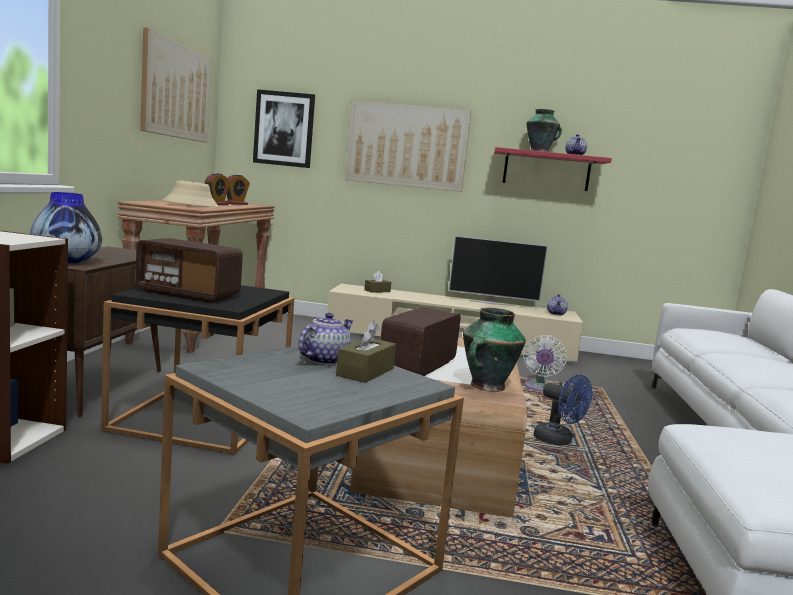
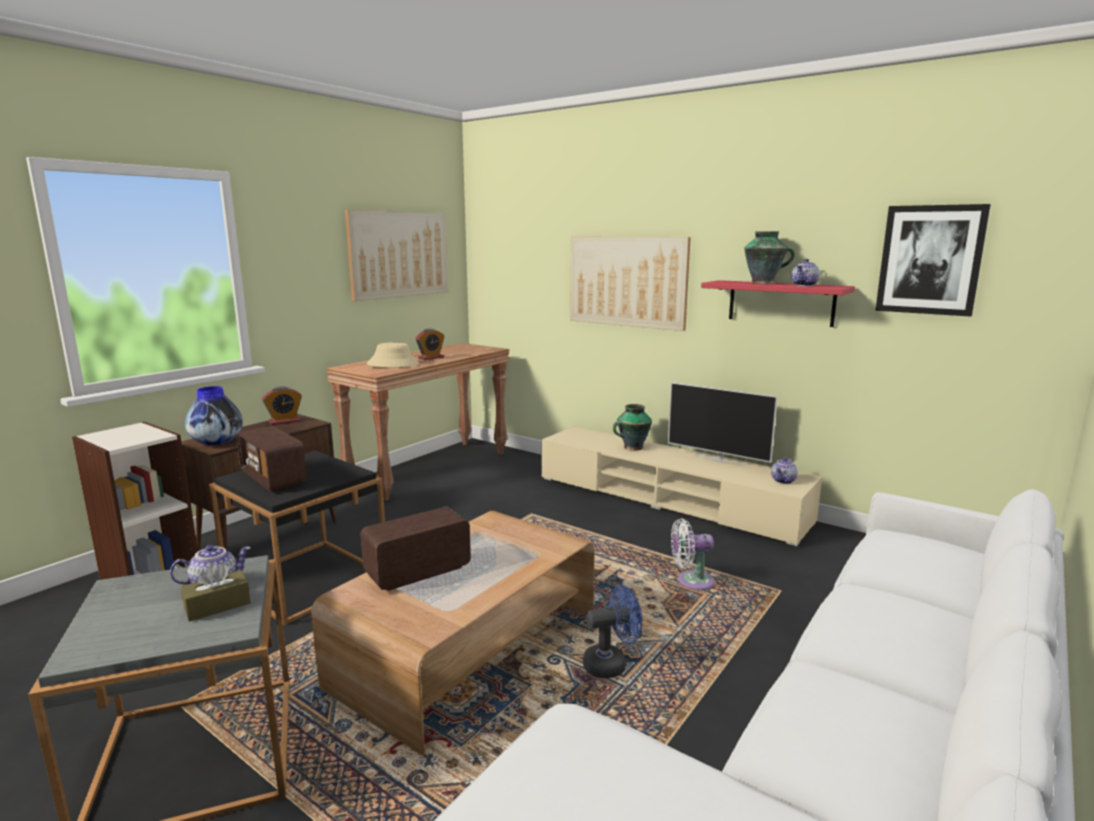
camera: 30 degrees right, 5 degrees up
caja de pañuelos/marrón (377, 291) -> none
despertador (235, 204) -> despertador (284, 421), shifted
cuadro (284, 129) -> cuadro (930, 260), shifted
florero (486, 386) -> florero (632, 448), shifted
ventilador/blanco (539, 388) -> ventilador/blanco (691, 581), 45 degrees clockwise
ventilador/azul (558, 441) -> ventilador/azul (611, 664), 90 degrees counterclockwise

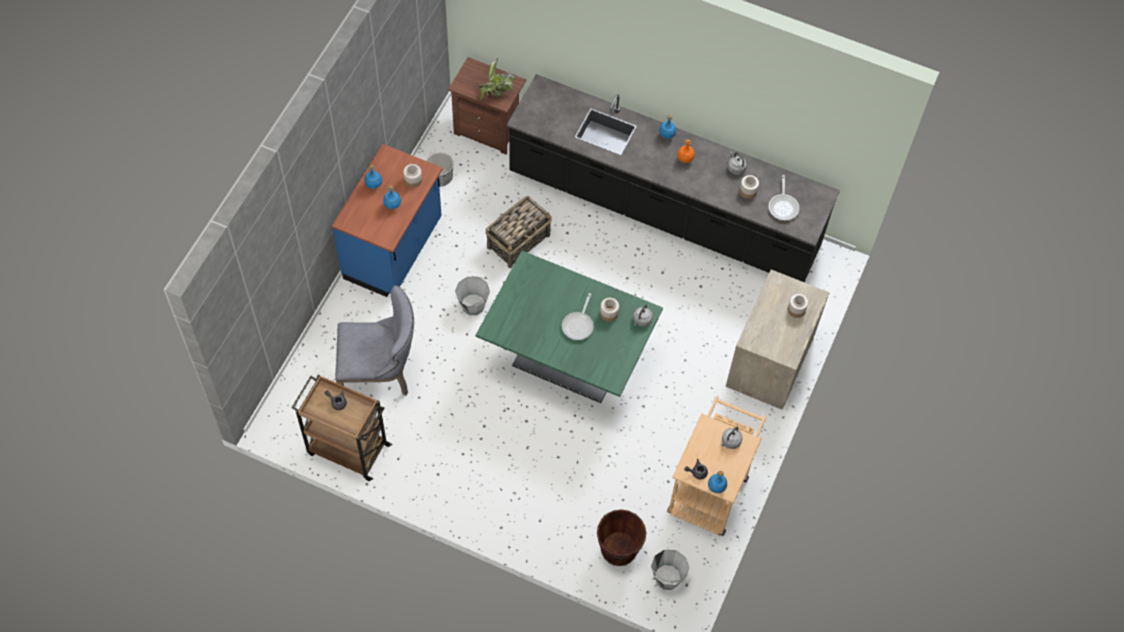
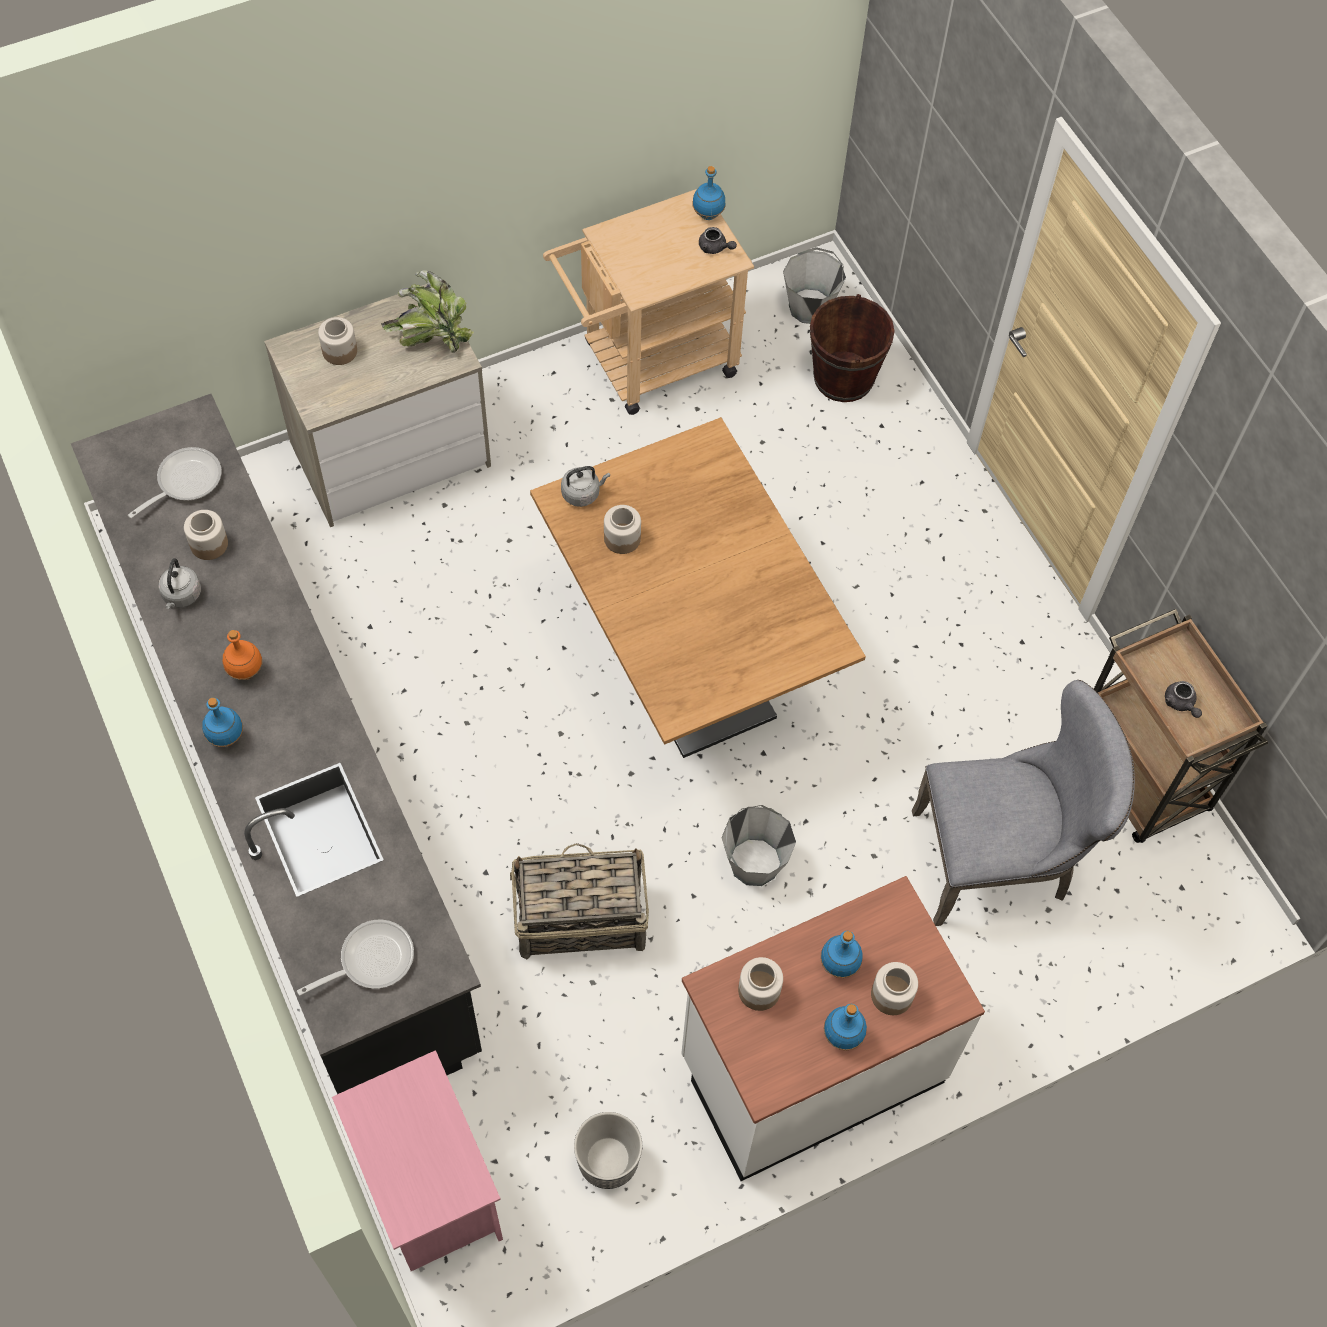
camera: 140 degrees left, 0 degrees up
hervidor/gris (730, 442) -> none
none -> tarro (891, 995)
planta en maceta (497, 92) -> planta en maceta (430, 337), shifted
sartén (579, 325) -> sartén (370, 960), shifted
mueble bajo de cocina/azul (394, 250) -> mueble bajo de cocina/blanco (810, 1068)
mesita de noche/marrón (489, 129) -> mesita de noche/rosa (430, 1194)
mesa de comedor/verde (567, 363) -> mesa de comedor/marrón (687, 661)
silla/gris (380, 373) -> silla/gris (1000, 858), 135 degrees clockwise

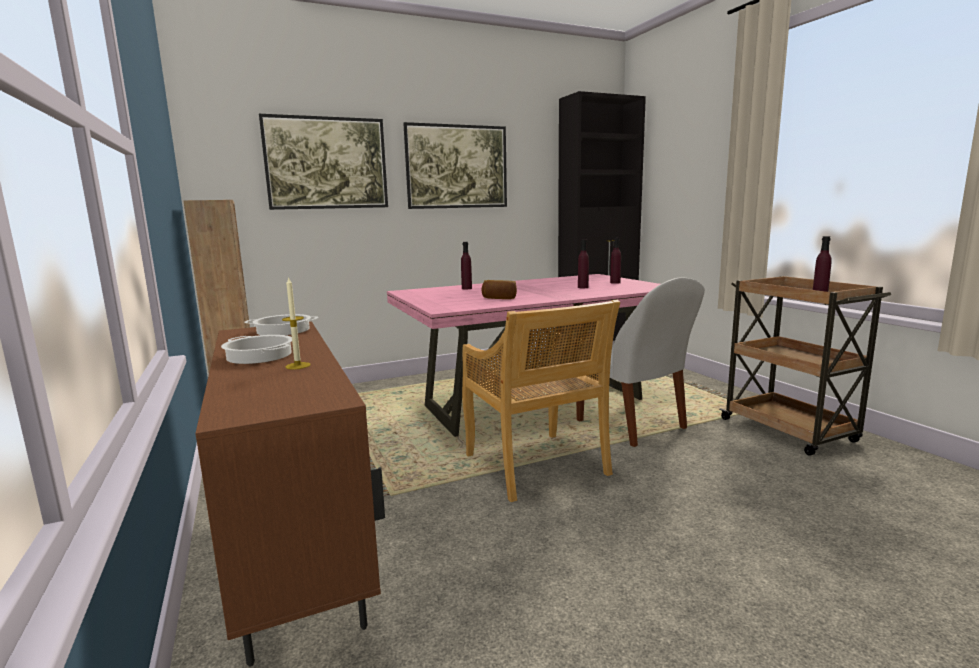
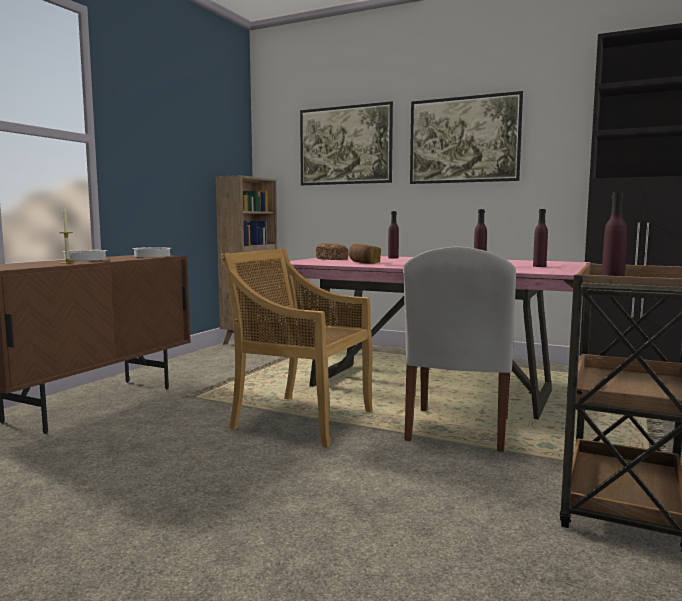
camera: 50 degrees right, 5 degrees down
none -> pan (332, 259)
silla/beis (536, 466) -> silla/beis (301, 419), 90 degrees clockwise

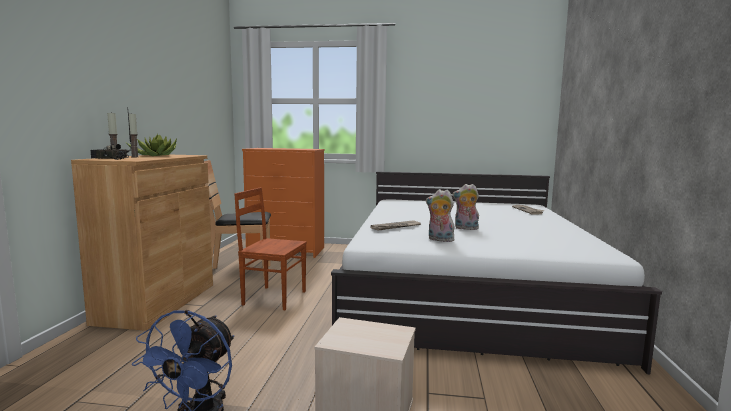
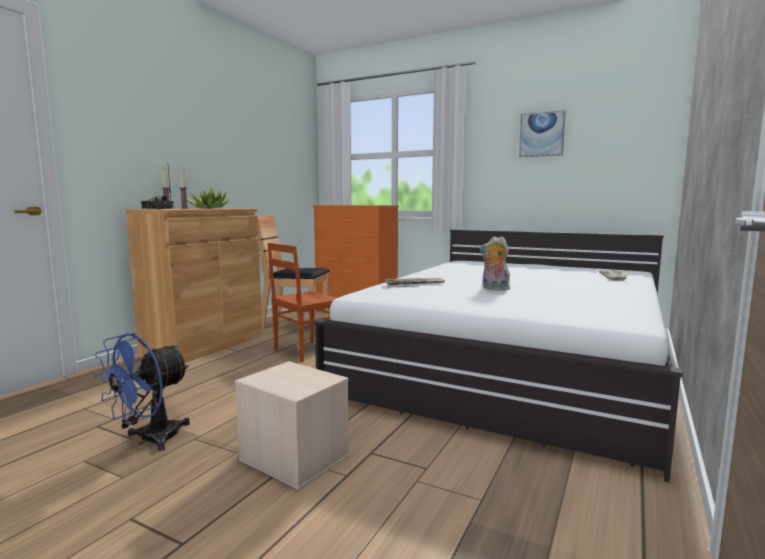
camera: 20 degrees right, 0 degrees up
peluche (439, 240) -> none
none -> cuadro (541, 134)
silla/marrón (274, 297) -> silla/marrón (305, 351), 75 degrees counterclockwise

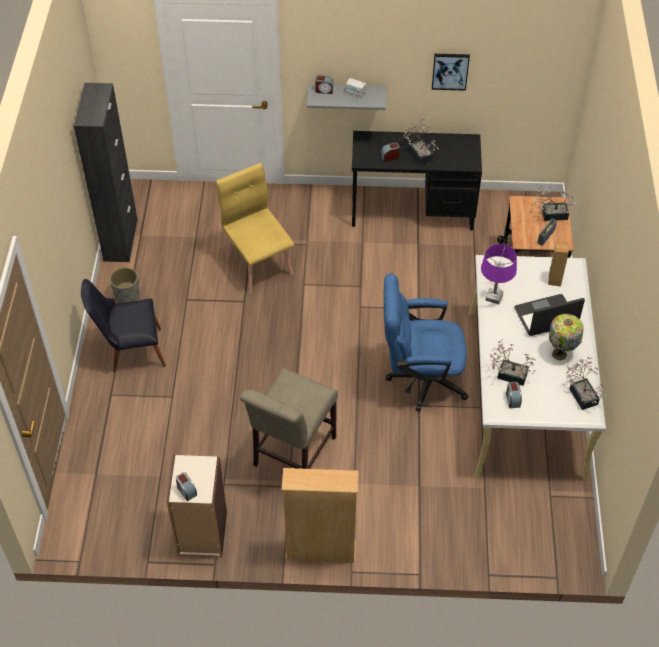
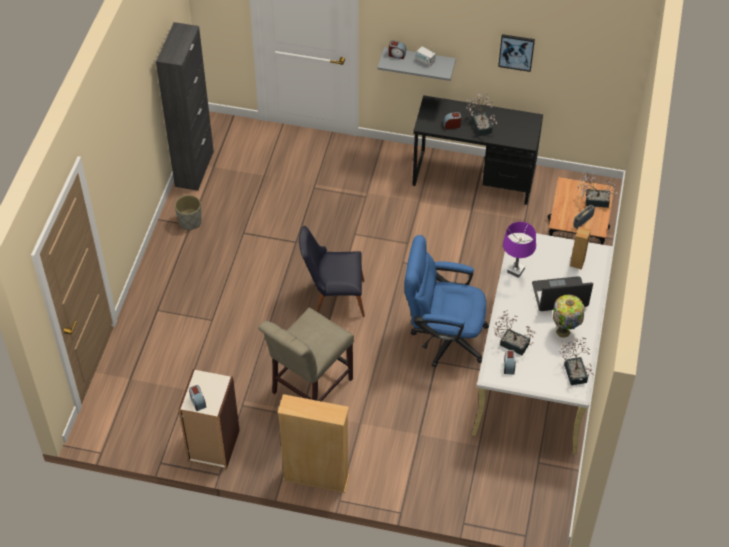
camera: 10 degrees right, 0 degrees up
silla/amarillo (259, 266) -> none
silla/negro (130, 351) -> silla/negro (333, 297), shifted

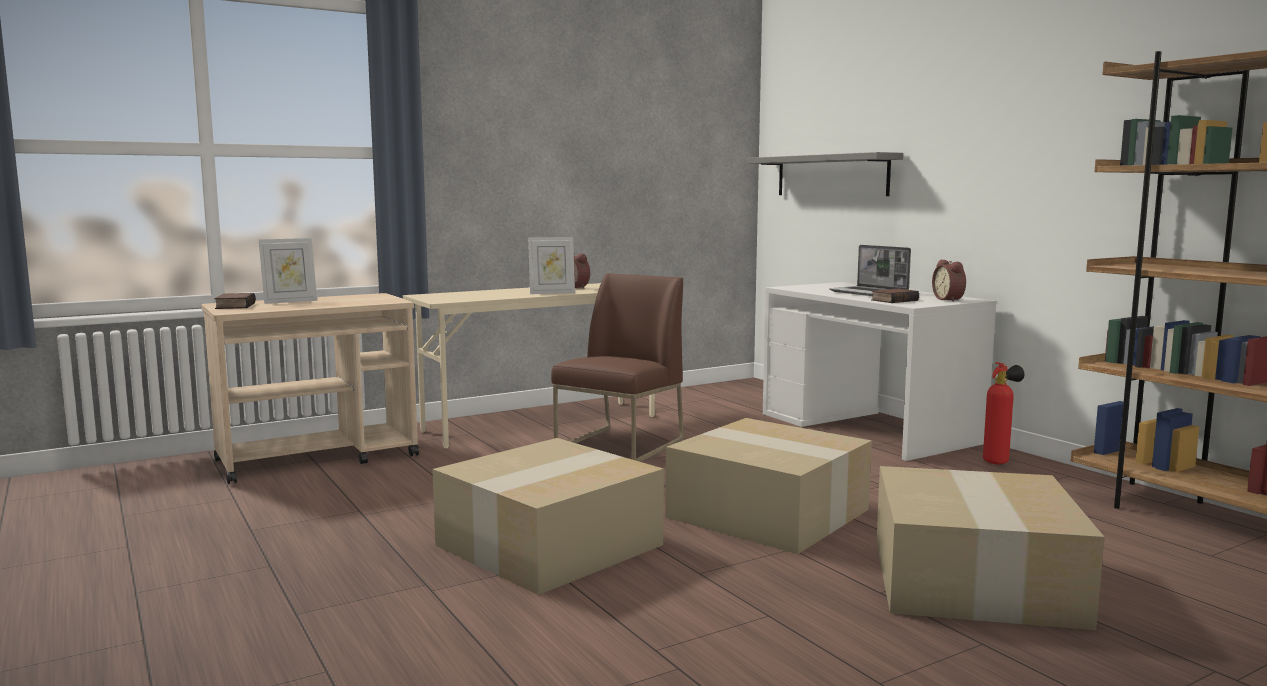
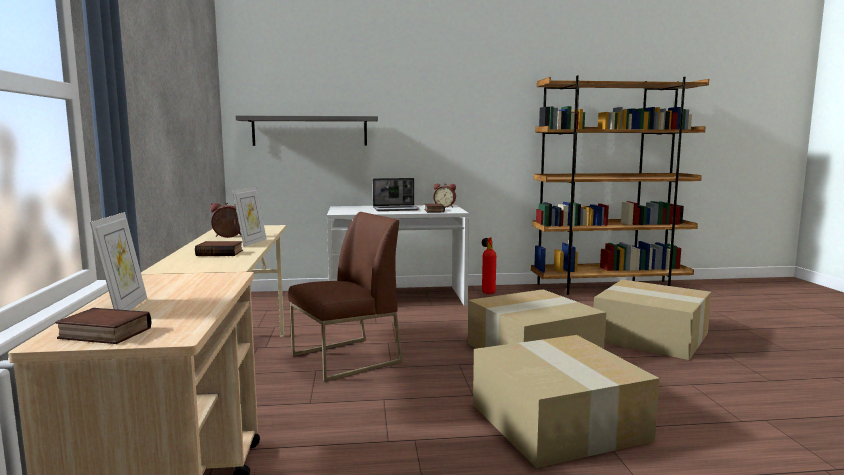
camera: 65 degrees left, 0 degrees up
none -> libro (220, 253)
silla/marrón (620, 446) -> silla/marrón (346, 359), 90 degrees clockwise

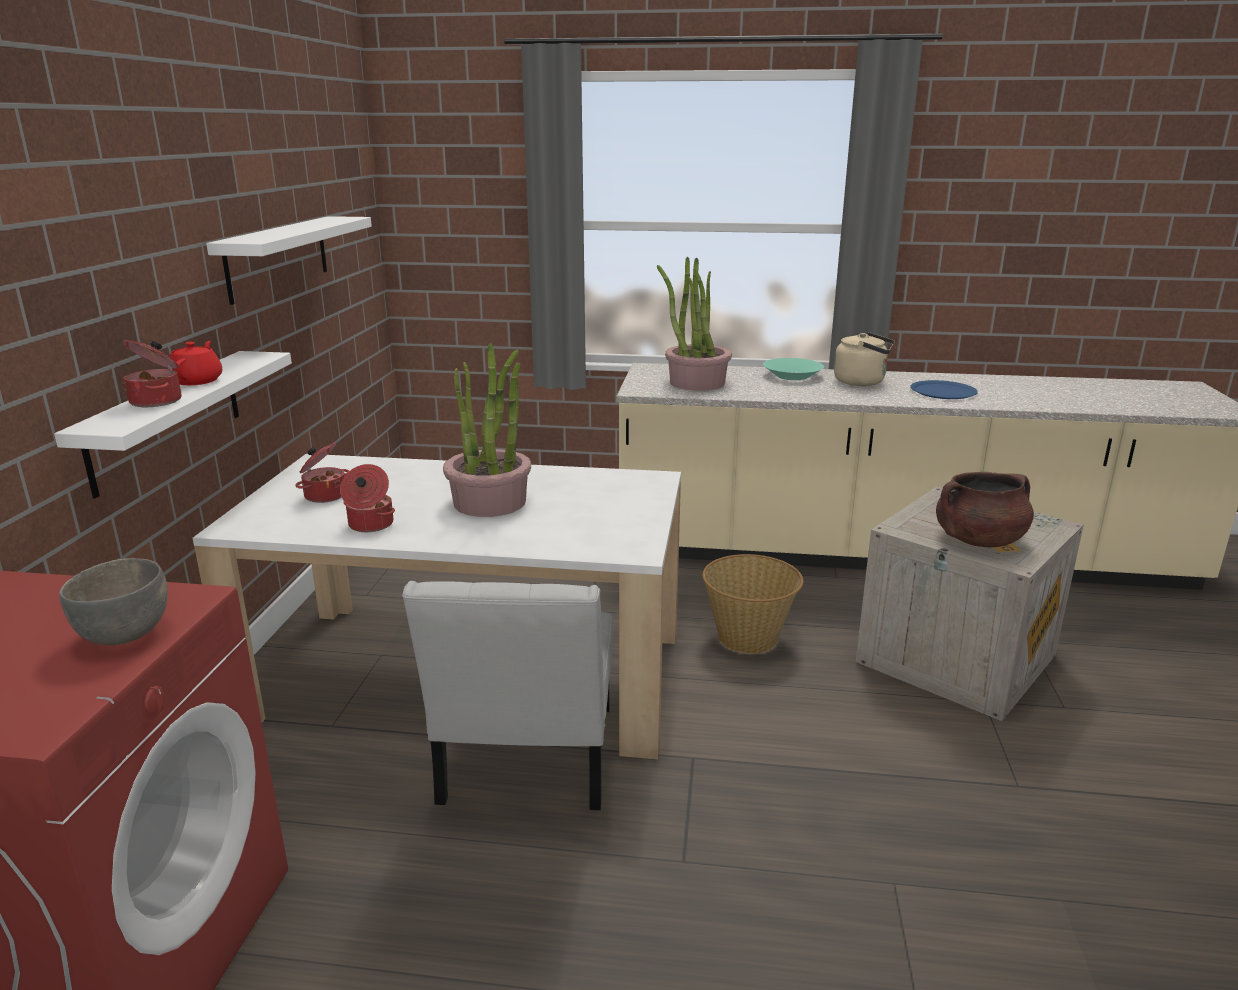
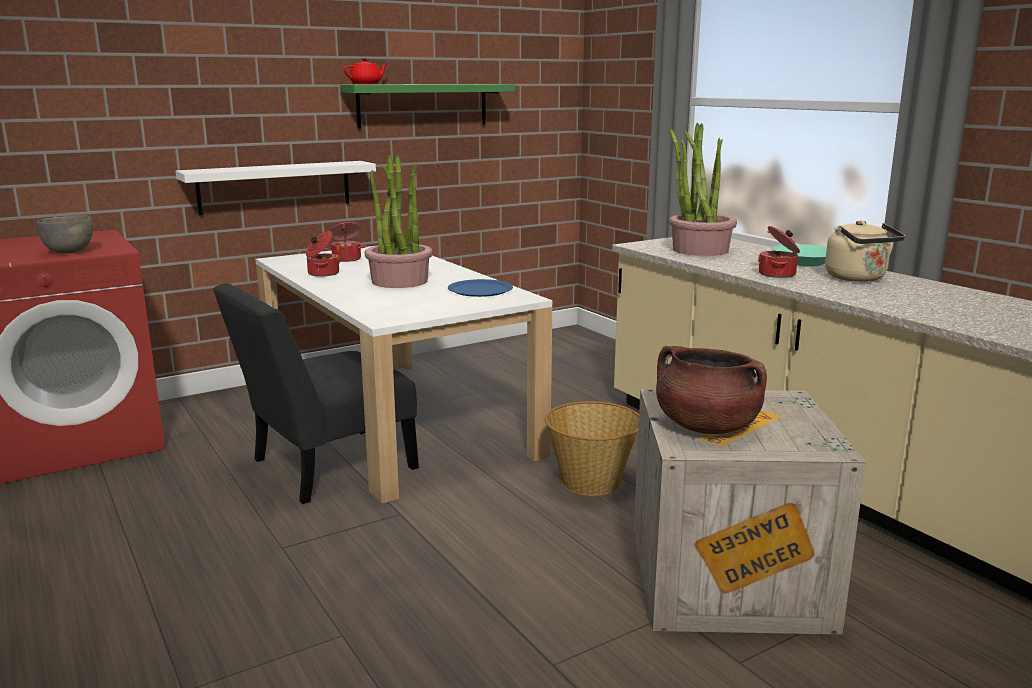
camera: 50 degrees right, 5 degrees down
olla (157, 401) -> olla (778, 274), shifted
tetera/rojo (198, 381) -> tetera/rojo (366, 84), shifted
plato/azul (943, 391) -> plato/azul (480, 289), shifted
estante/blanco (278, 257) -> estante/verde (423, 105)
silla/blanco (526, 762) -> silla/negro (325, 467)

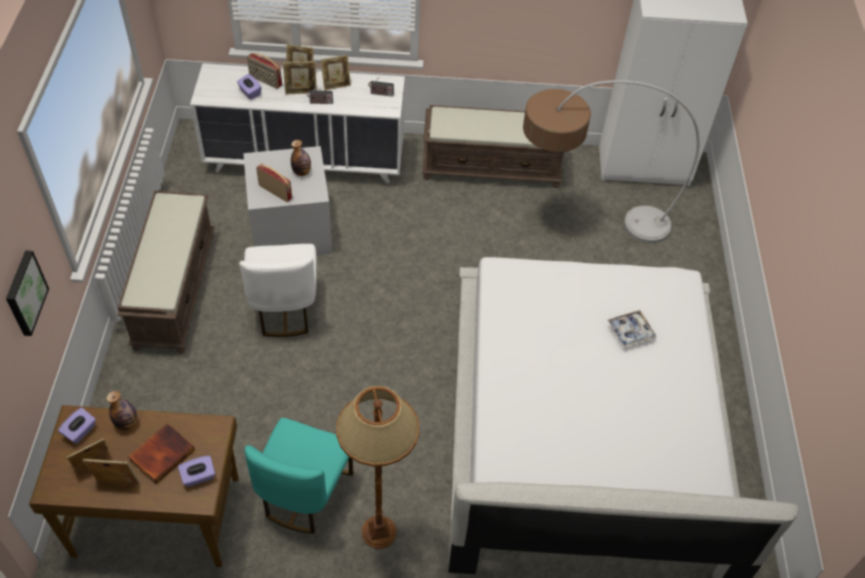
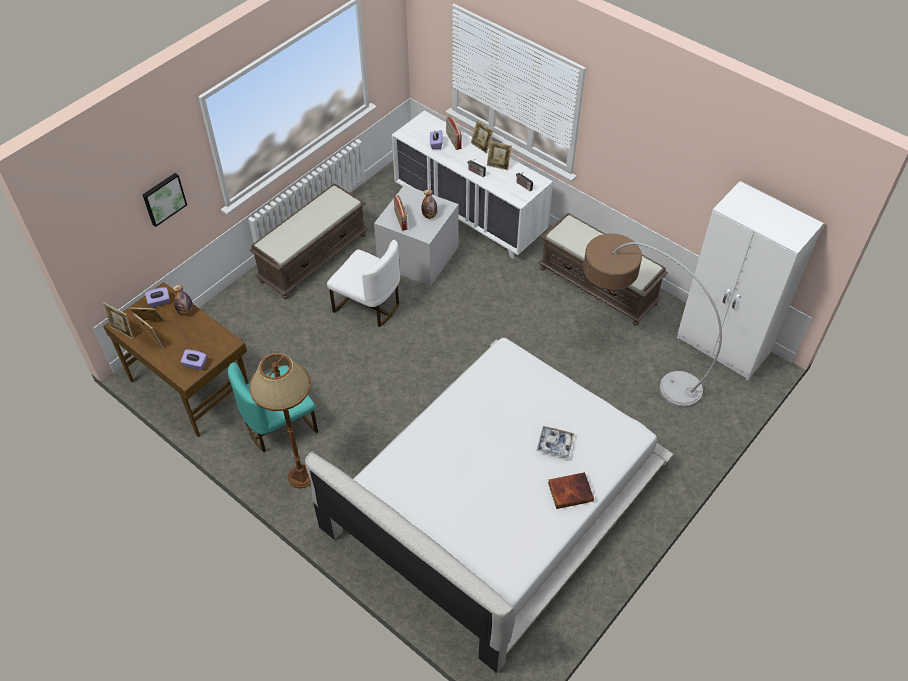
camera: 40 degrees right, 0 degrees up
libro (161, 454) -> libro (570, 491), shifted
portarretratos (301, 92) -> portarretratos (122, 331), shifted
silla/blanco (284, 308) -> silla/blanco (368, 305), 90 degrees counterclockwise

